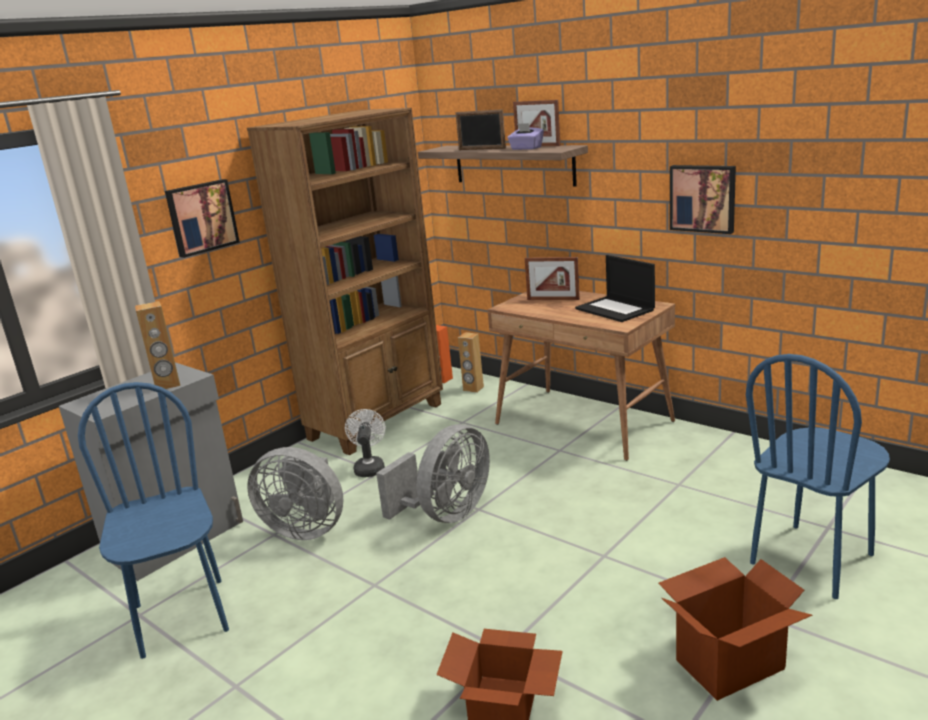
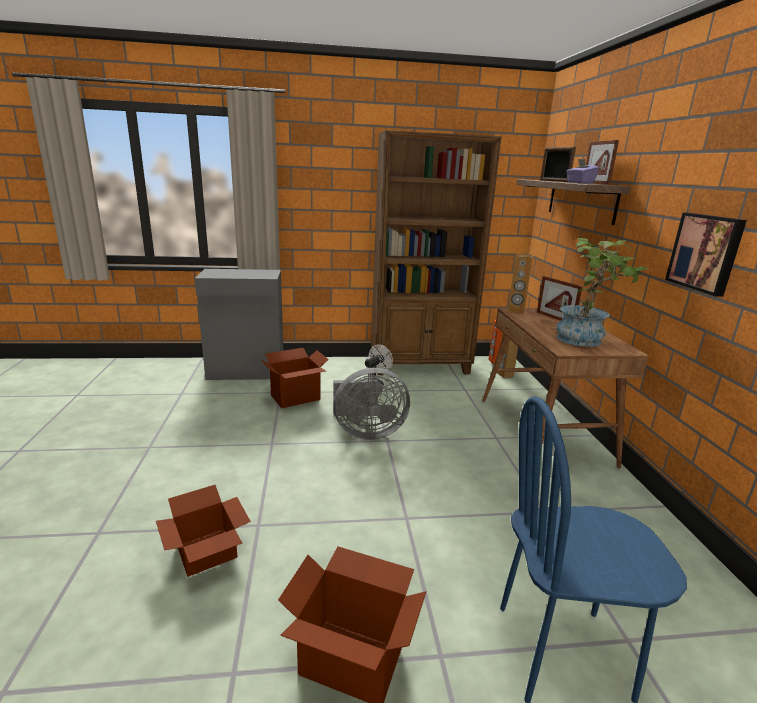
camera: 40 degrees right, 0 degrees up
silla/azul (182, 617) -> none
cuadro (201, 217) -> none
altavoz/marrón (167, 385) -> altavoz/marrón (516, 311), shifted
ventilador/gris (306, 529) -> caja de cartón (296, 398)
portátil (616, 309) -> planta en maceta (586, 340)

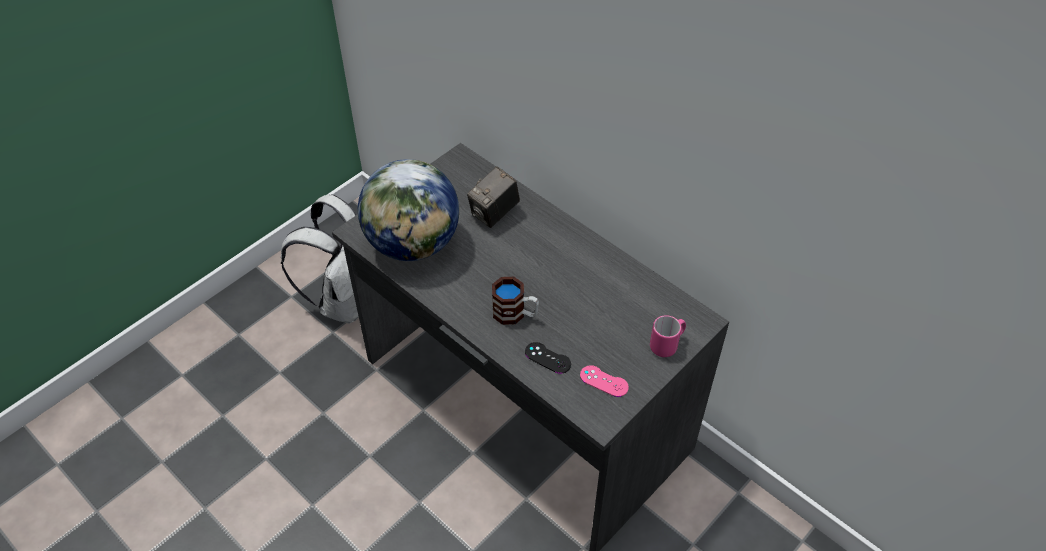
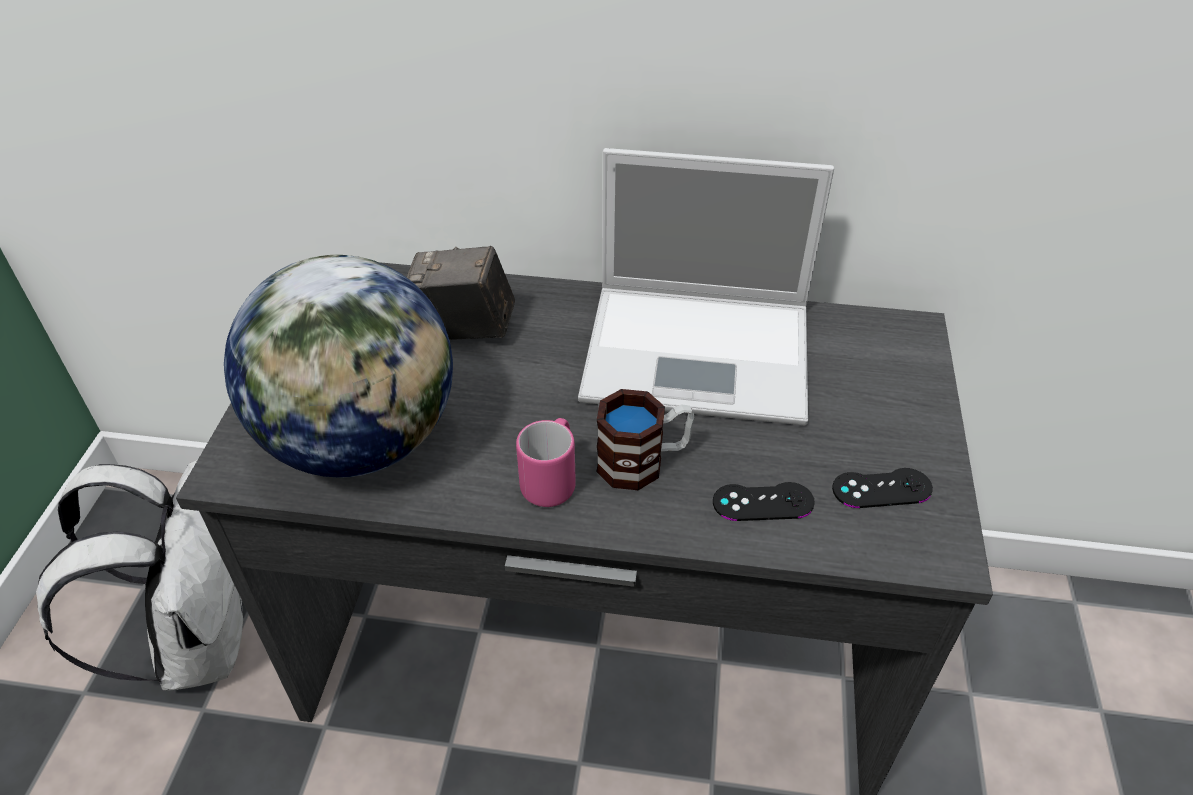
camera: 35 degrees left, 5 degrees down
none -> portátil (702, 353)
taza grande/rosa (667, 345) -> taza grande/rosa (552, 480), shifted
mando de consola/rosa (604, 381) -> mando de consola/negro (881, 488)
cámara (494, 213) -> cámara (465, 329), 90 degrees clockwise

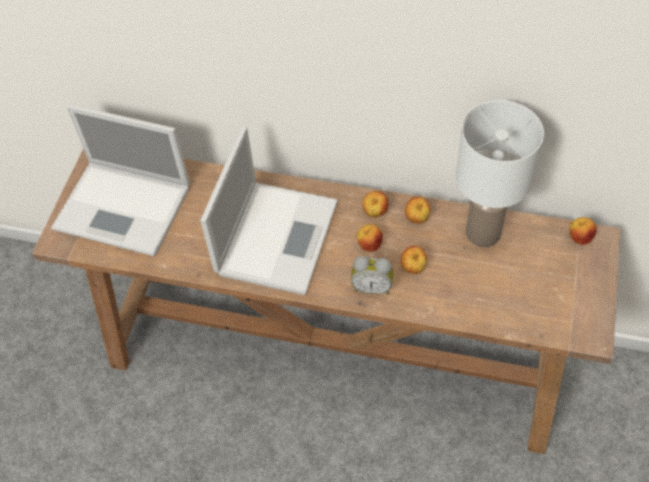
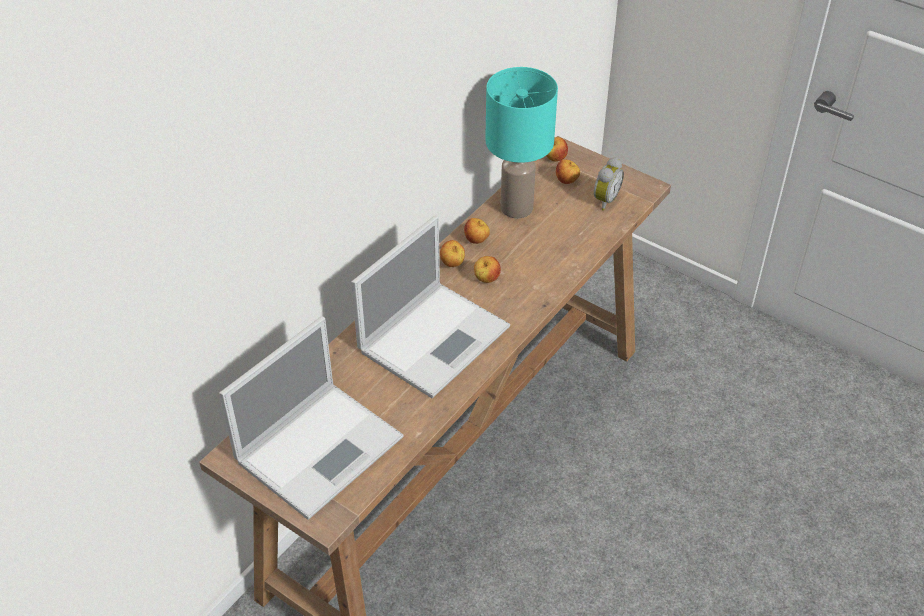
camera: 70 degrees left, 10 degrees down
despertador (372, 287) -> despertador (604, 200), shifted
manzana (413, 268) -> manzana (567, 181), shifted
lámpara de mesa/blanco (482, 232) -> lámpara de mesa/turquesa (516, 208)
portátil (277, 235) -> portátil (435, 337), 90 degrees clockwise

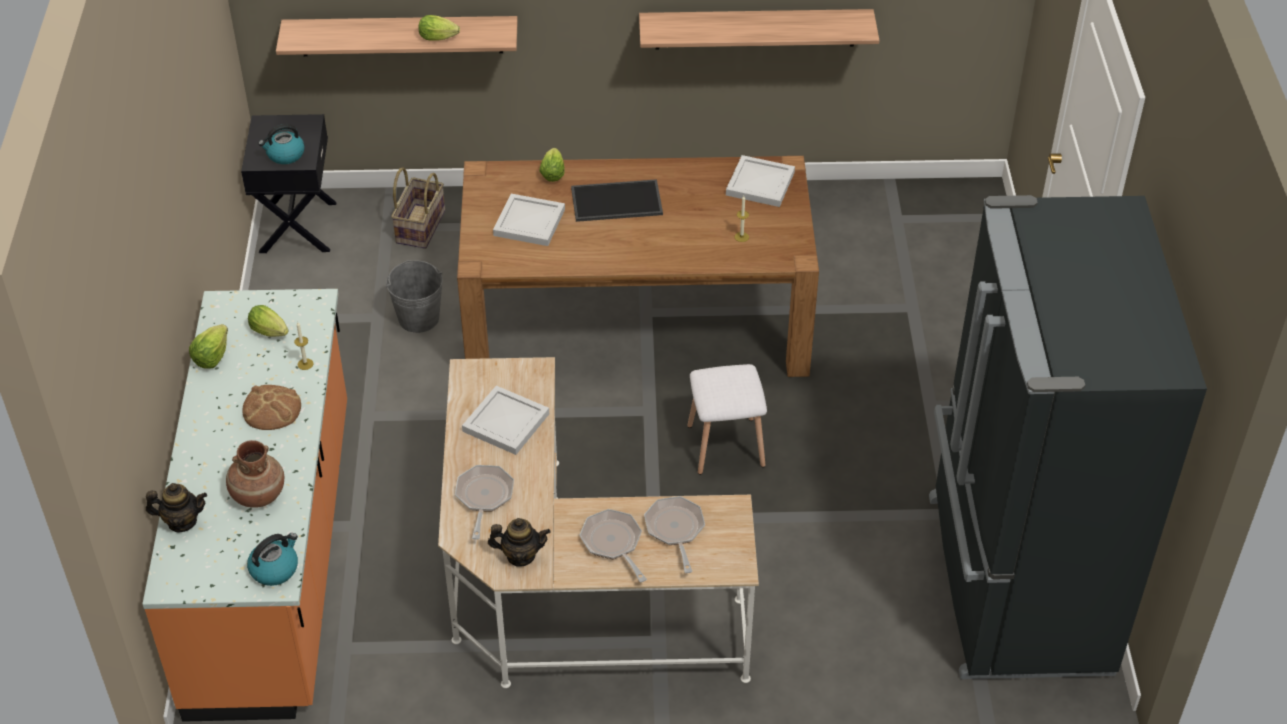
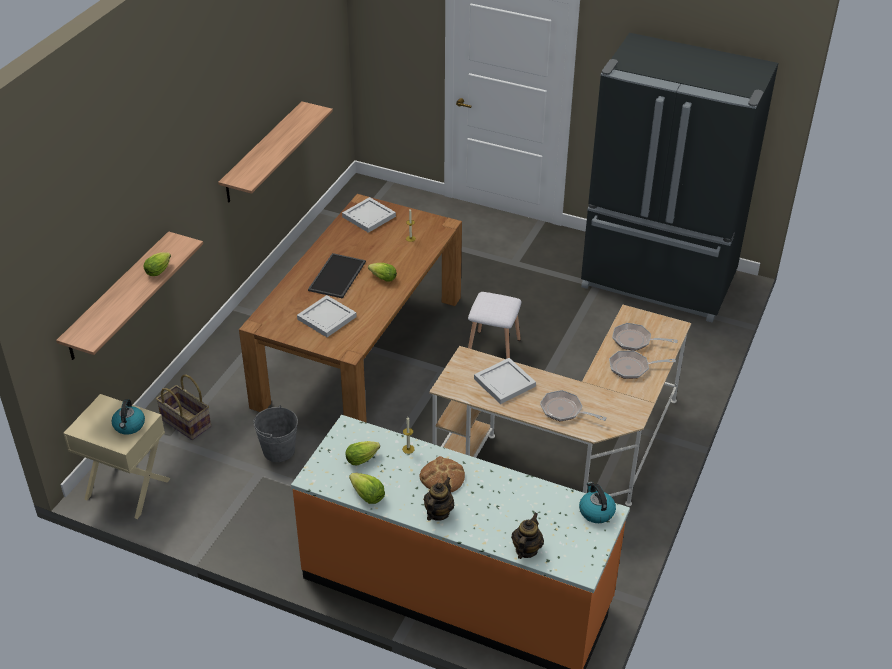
camera: 65 degrees left, 5 degrees down
florero/marrón (258, 494) -> none
tetera (520, 555) -> tetera (438, 513), shifted
lechuga (553, 172) -> lechuga (381, 278), shifted
mesita de noche/negro (296, 227) -> mesita de noche/beis (127, 489)

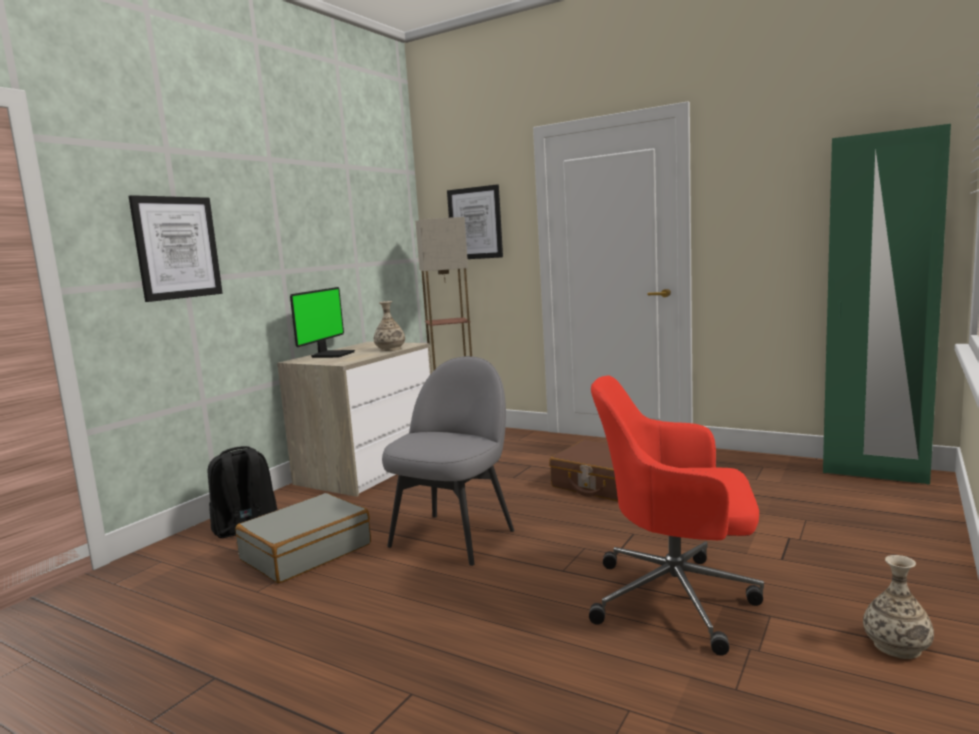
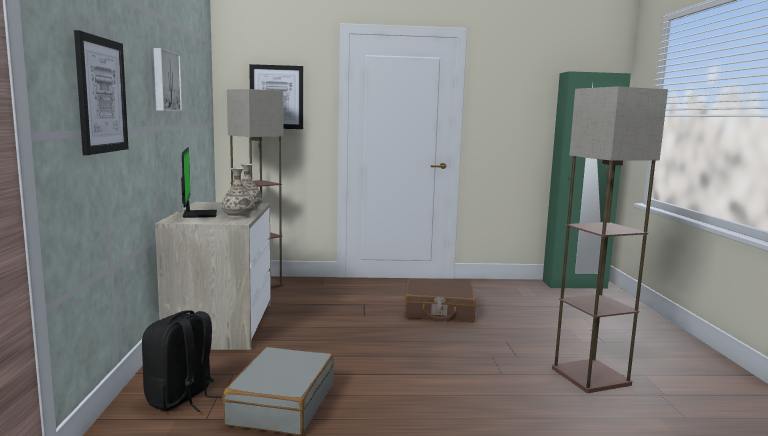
camera: 35 degrees left, 0 degrees up
silla/gris (454, 537) -> none
none -> cuadro (164, 81)
florero (896, 646) -> florero (238, 216), shifted
silla de oficina/rojo (677, 598) -> lámpara de pie (589, 376)

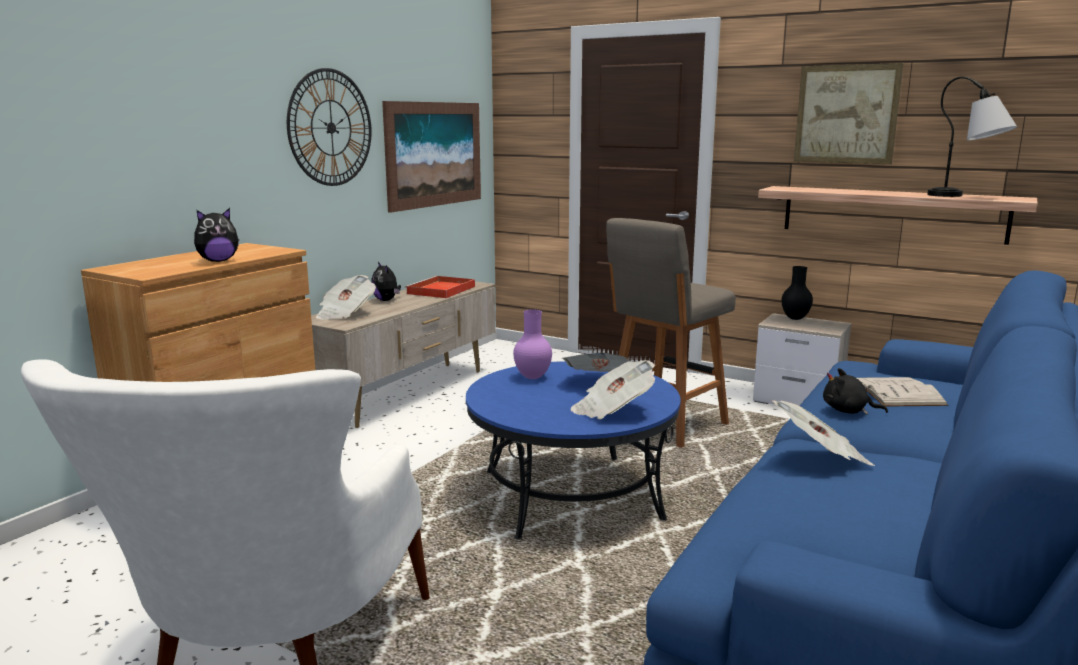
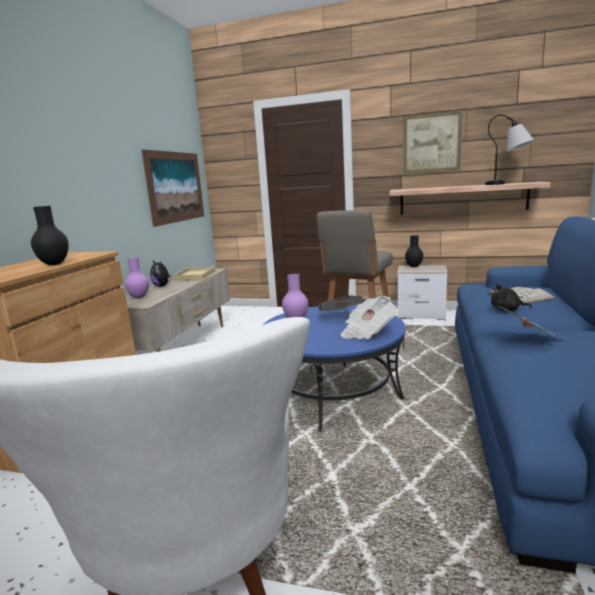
camera: 15 degrees left, 0 degrees up
reloj de pared (331, 128) -> none
peluche (218, 261) -> florero/negro (54, 264)
periódico (345, 314) -> florero/morado (139, 298)
bandeja/rojo (440, 290) -> bandeja/beis (194, 276)

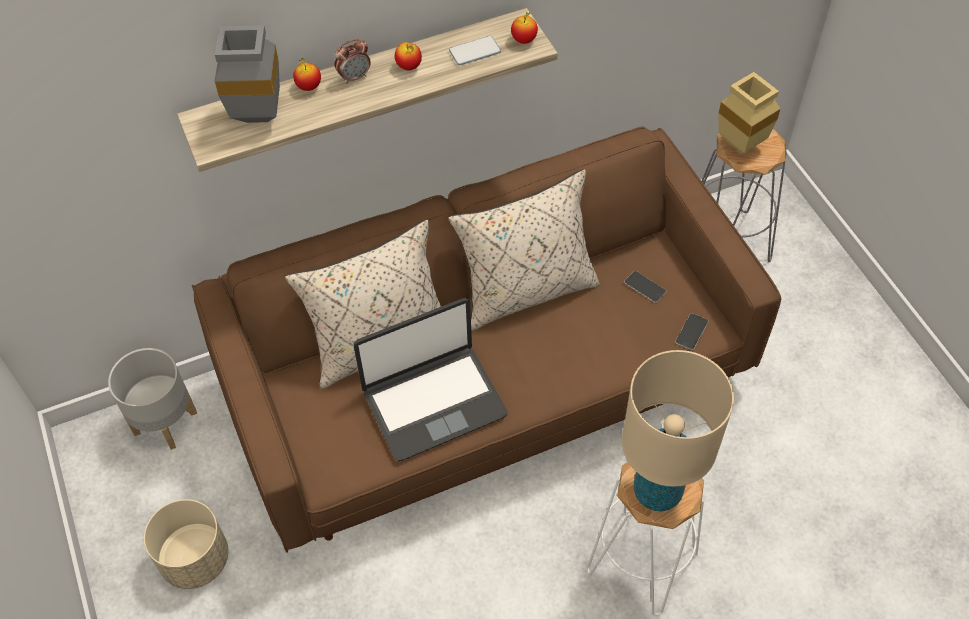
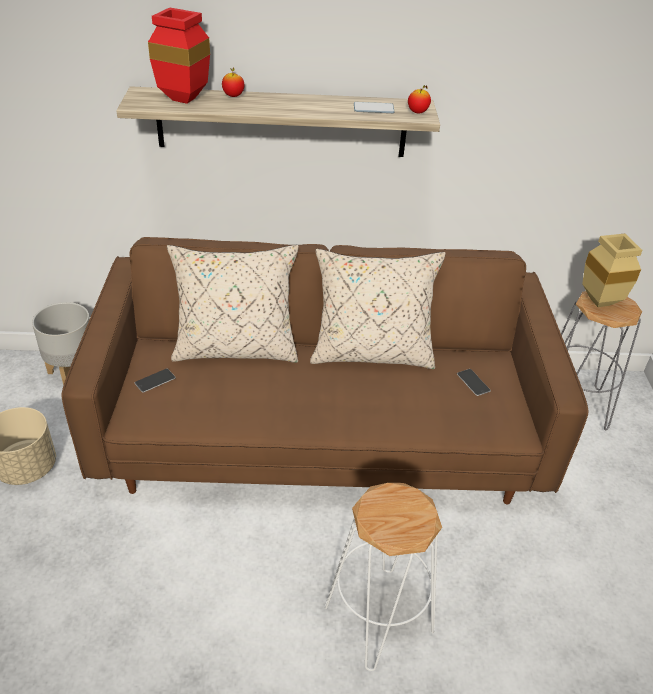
camera: 20 degrees right, 15 degrees down
despertador (354, 77) -> none
portátil (433, 402) -> none
manzana (409, 67) -> none
lámpara de mesa/beis (657, 491) -> none
móvil (691, 331) -> móvil (155, 380), shifted
florero/gris (261, 114) -> florero/rojo (186, 99)

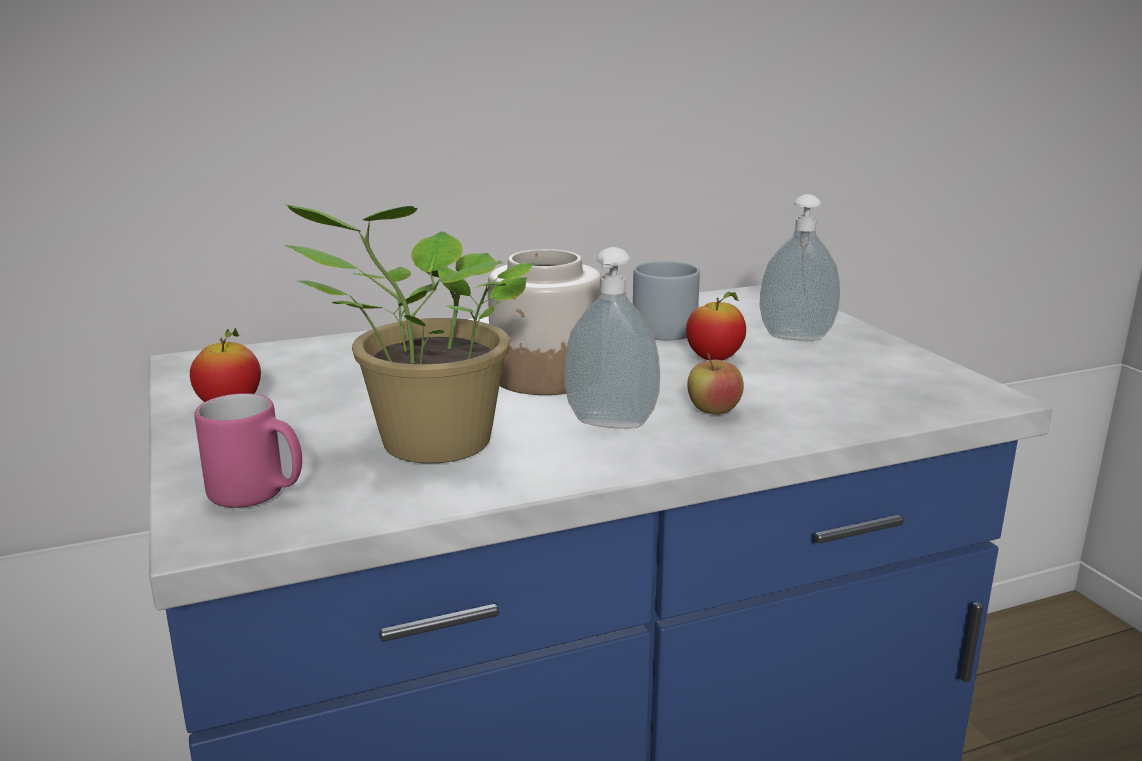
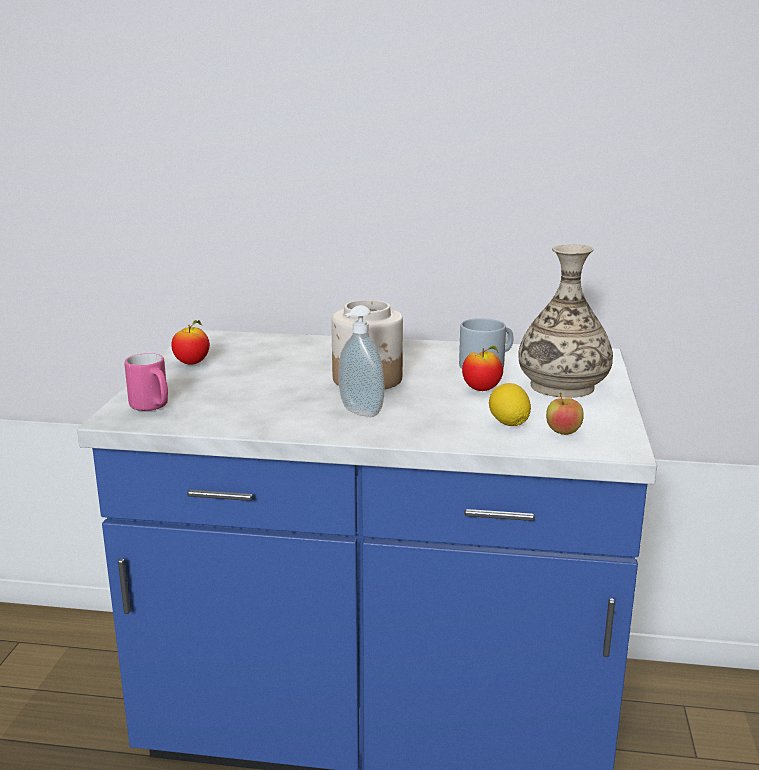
camera: 30 degrees right, 0 degrees up
planta en maceta (428, 445) -> none
none -> limón (508, 423)
manzana (713, 411) -> manzana (563, 432), shifted
dispensador de jabón (796, 336) -> florero (562, 386)

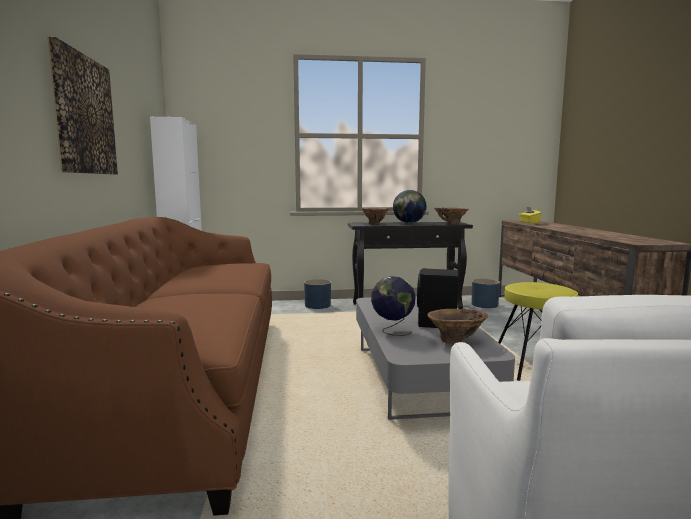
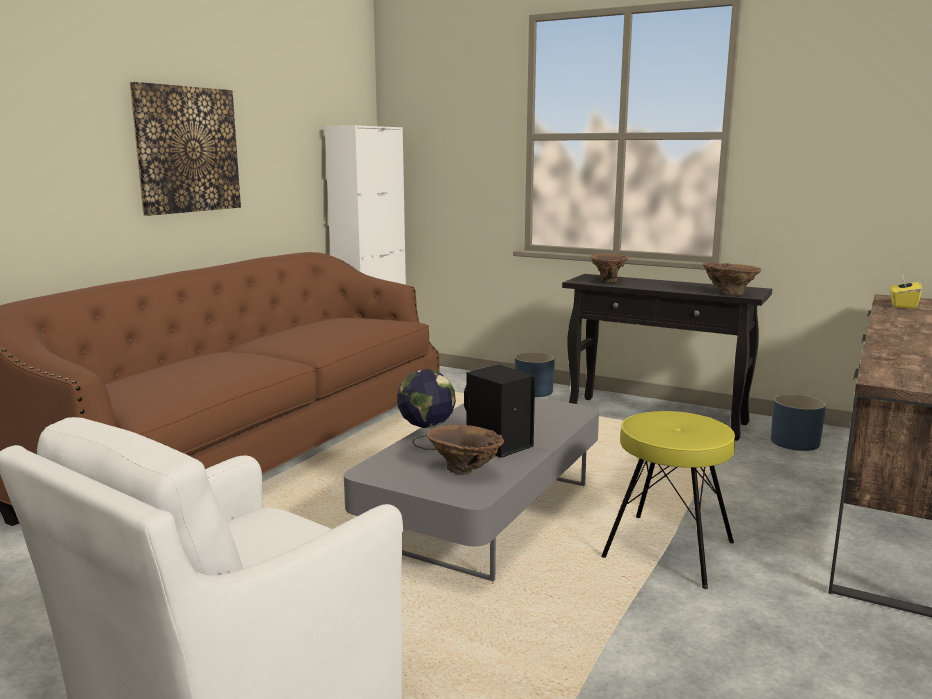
camera: 35 degrees right, 5 degrees up
globo terráqueo (409, 223) -> none

